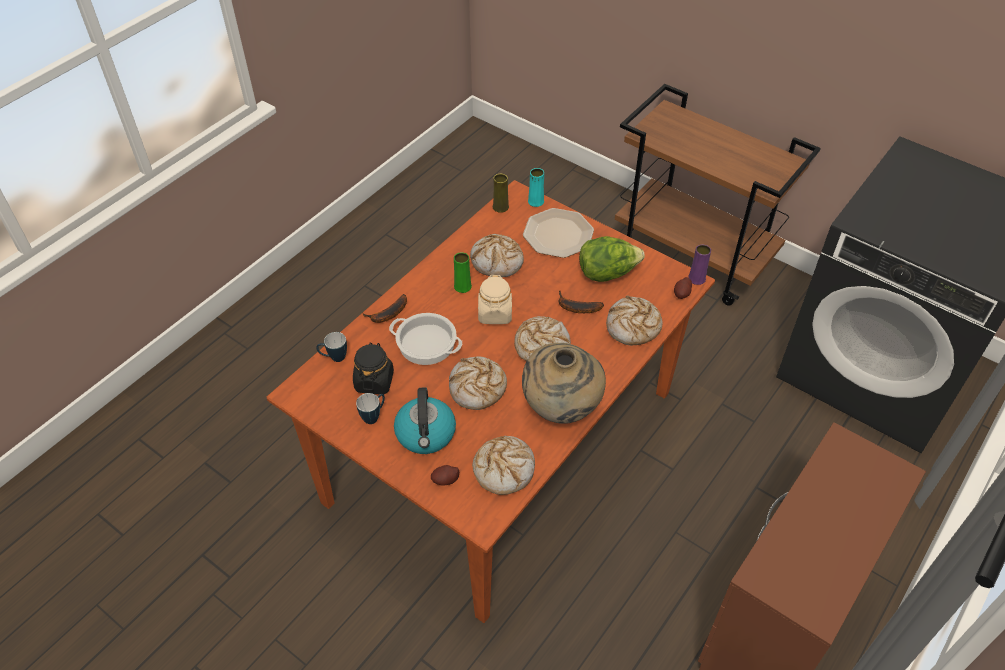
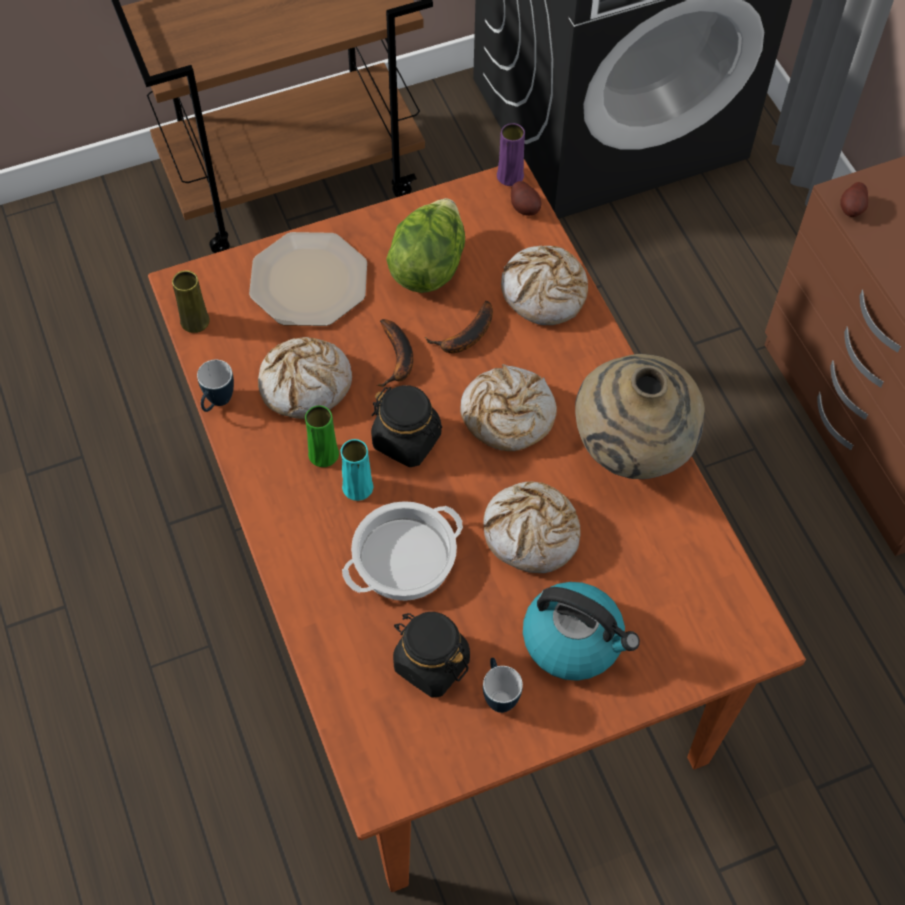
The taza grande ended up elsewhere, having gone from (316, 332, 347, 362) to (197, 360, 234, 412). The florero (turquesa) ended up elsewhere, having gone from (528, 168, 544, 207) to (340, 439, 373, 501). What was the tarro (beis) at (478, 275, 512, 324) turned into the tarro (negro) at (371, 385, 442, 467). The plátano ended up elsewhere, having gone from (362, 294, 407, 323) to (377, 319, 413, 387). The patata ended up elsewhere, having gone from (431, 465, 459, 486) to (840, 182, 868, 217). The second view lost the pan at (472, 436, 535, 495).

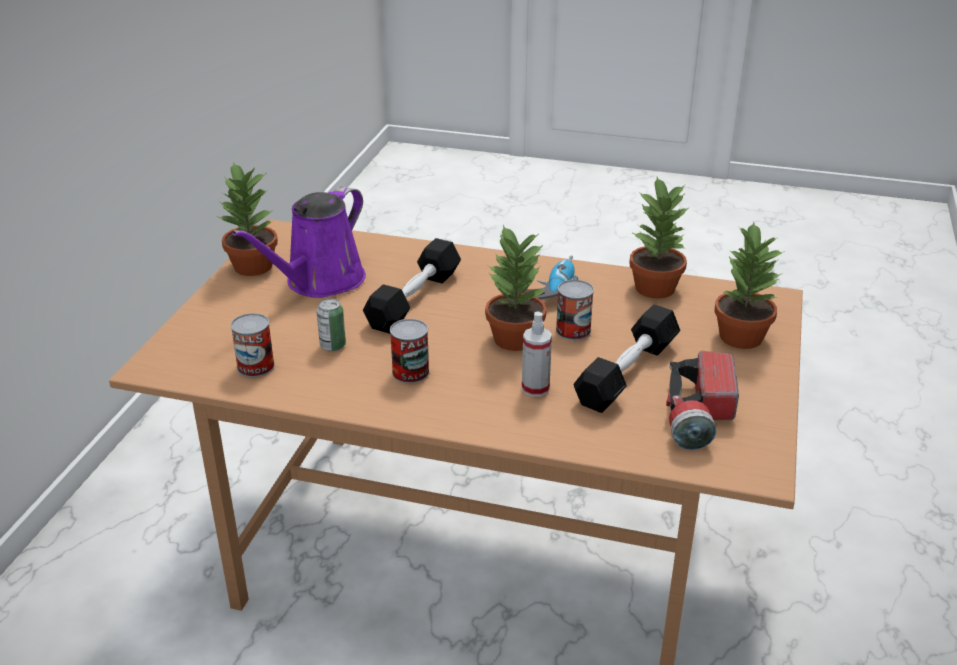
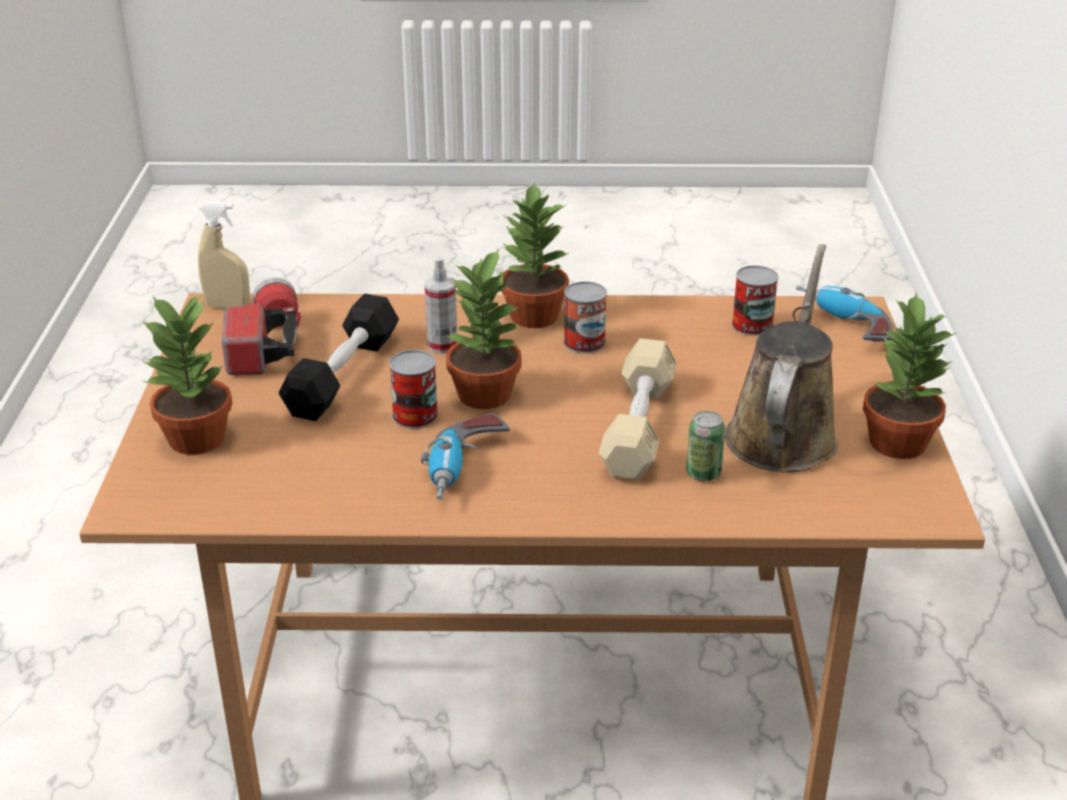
The second view gained the pulverizador (beis) at (198, 202, 250, 309). The planta en maceta ended up elsewhere, having gone from (629, 177, 690, 299) to (501, 182, 569, 328). What was the mancuerna (negro) at (363, 238, 461, 334) turned into the mancuerna (beis) at (599, 338, 677, 480). The lata ended up elsewhere, having gone from (316, 298, 346, 351) to (686, 411, 725, 481). What was the regadera (morado) at (232, 186, 366, 298) turned into the regadera (marrón) at (725, 244, 838, 472). The second view gained the taladro at (796, 285, 893, 342).

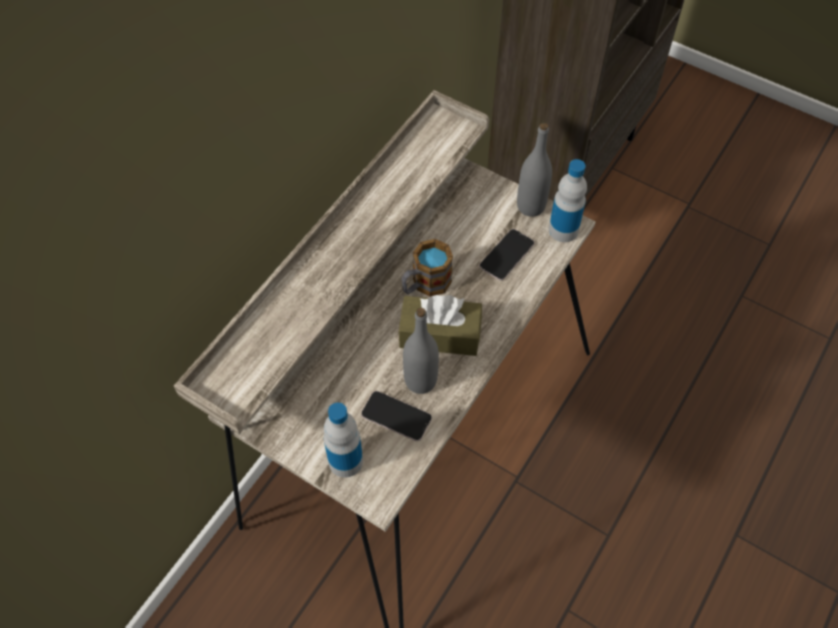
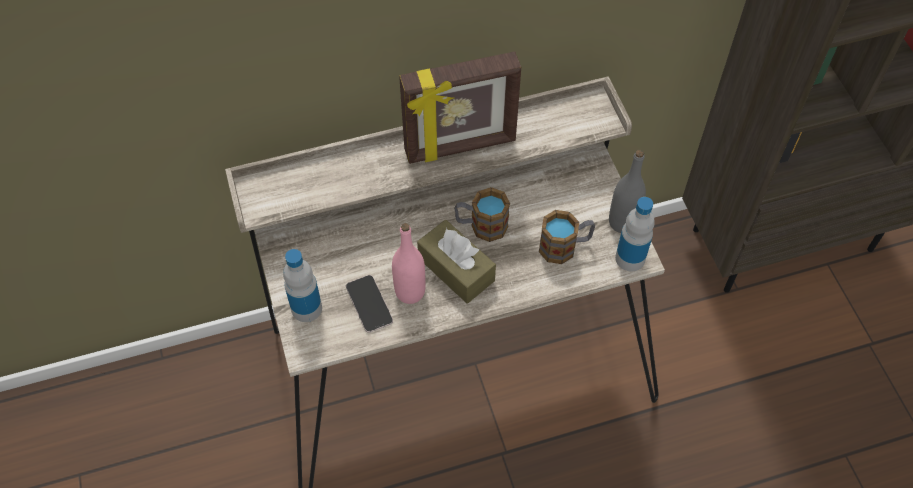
What was the botella (gris) at (403, 308, 439, 394) turned into the botella (rosa) at (392, 223, 426, 304). The second view gained the portarretratos at (399, 51, 521, 164). Where the móvil stood at (479, 229, 535, 281), the taza grande came to stand at (539, 210, 595, 264).

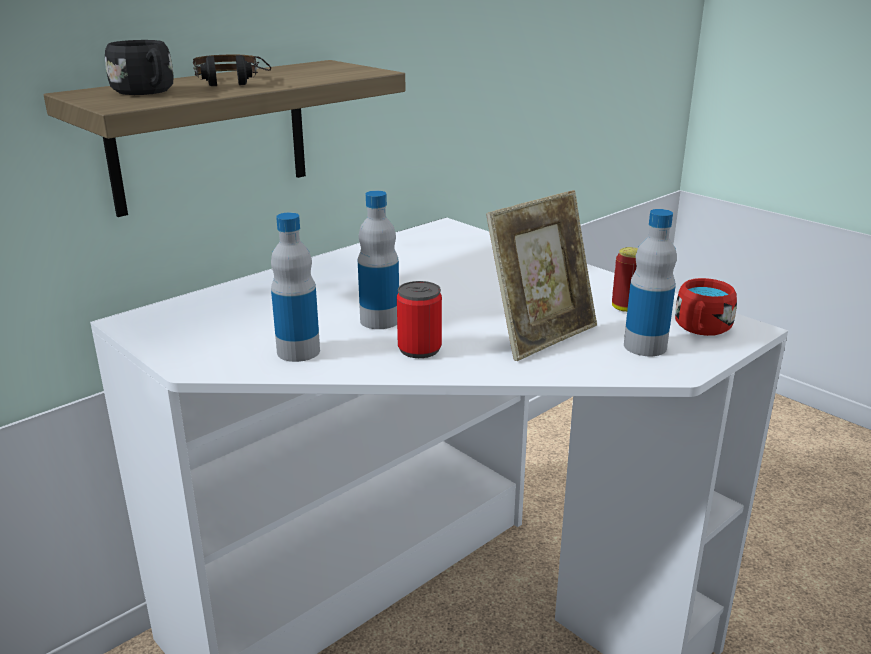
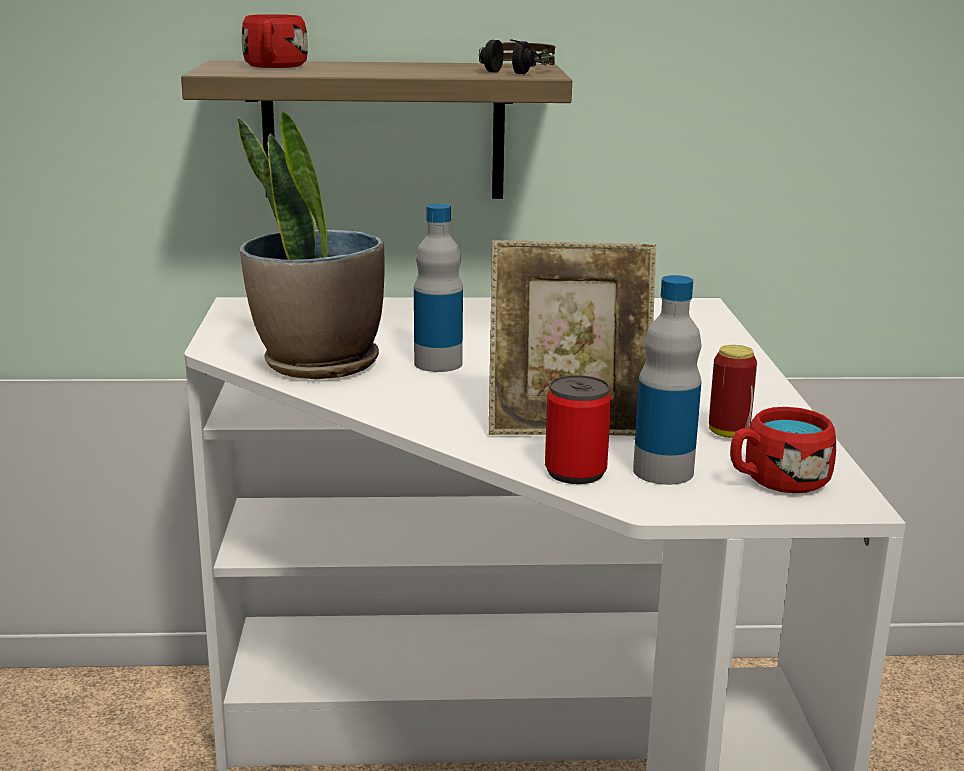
Where the botella stood at (271, 213, 320, 362), the planta en maceta came to stand at (238, 111, 385, 379). What was the taza grande (negro) at (105, 40, 174, 95) turned into the taza grande (rojo) at (242, 14, 308, 68). The auriculares ended up elsewhere, having gone from (193, 55, 271, 86) to (478, 39, 555, 74). The lata ended up elsewhere, having gone from (397, 281, 442, 358) to (545, 375, 611, 484).

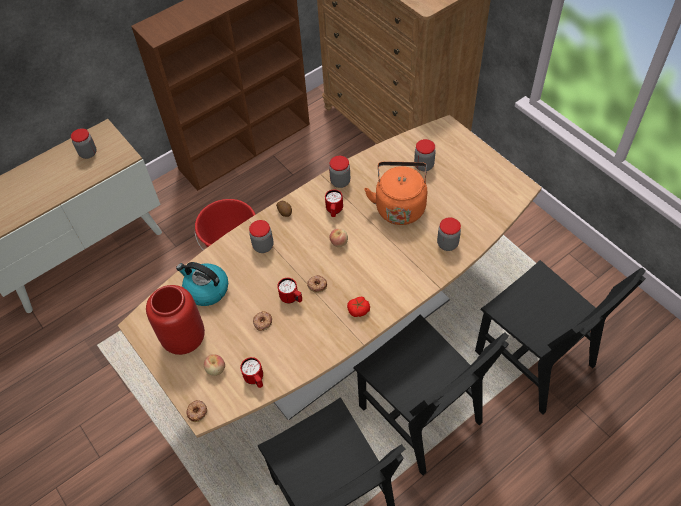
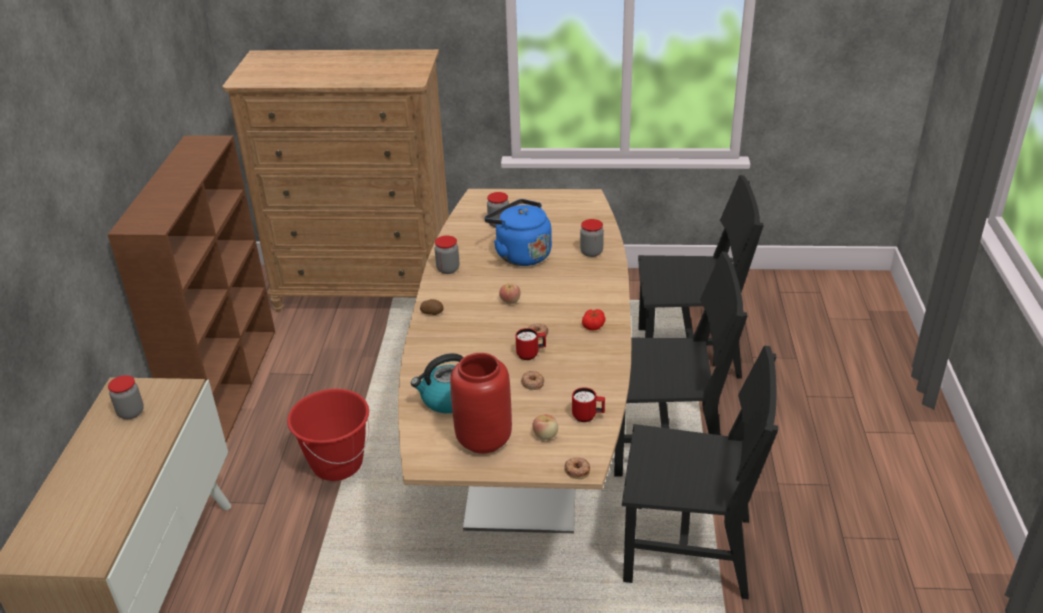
What was the hervidor (naranja) at (364, 162, 427, 225) turned into the hervidor (azul) at (484, 199, 552, 266). The second view lost the tarro at (249, 220, 273, 253). The second view lost the taza grande (rojo) at (325, 189, 343, 217).

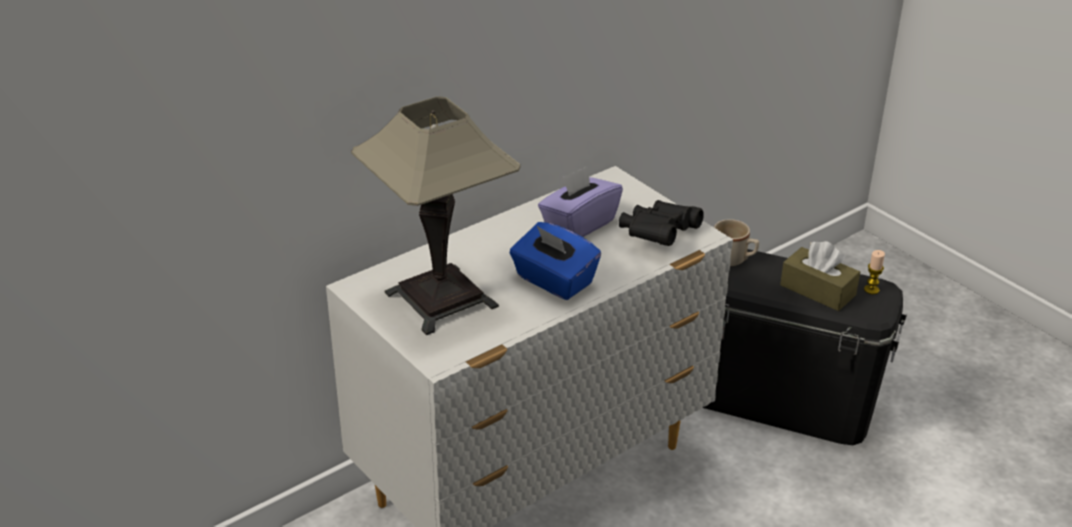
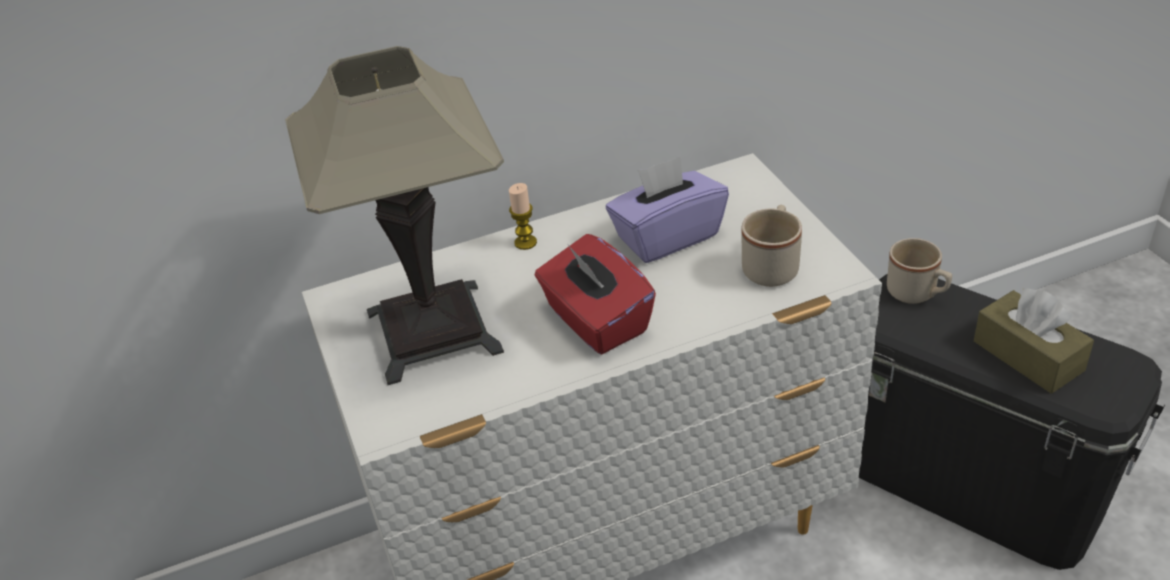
The vela ended up elsewhere, having gone from (864, 250, 885, 294) to (509, 183, 537, 250). What was the caja de pañuelos (azul) at (509, 222, 601, 300) turned into the caja de pañuelos (rojo) at (535, 234, 656, 354). Where the prismáticos (negro) stood at (619, 200, 704, 246), the taza grande (beis) came to stand at (741, 205, 802, 287).

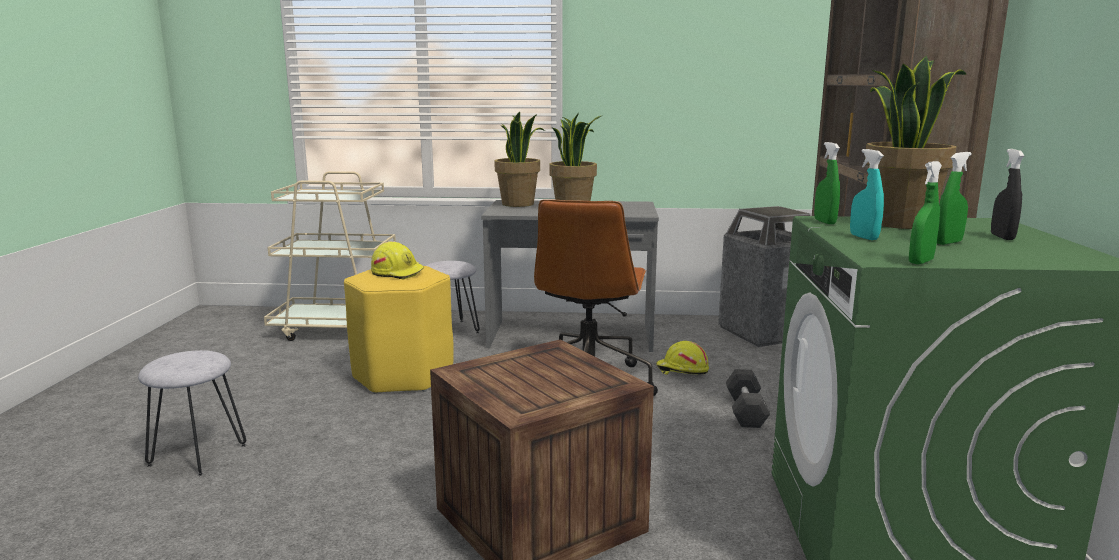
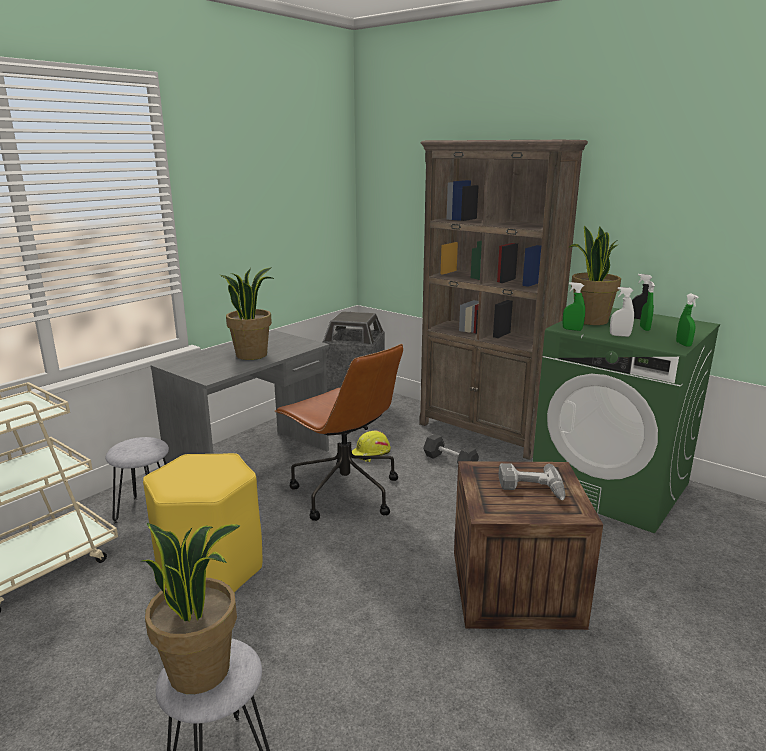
The planta en maceta ended up elsewhere, having gone from (494, 112, 545, 207) to (140, 523, 240, 694). The second view gained the taladro at (499, 463, 566, 500). What was the pulverizador (turquesa) at (850, 149, 884, 240) turned into the pulverizador (blanco) at (610, 287, 634, 337). The second view lost the casco (amarillo) at (371, 242, 424, 279).

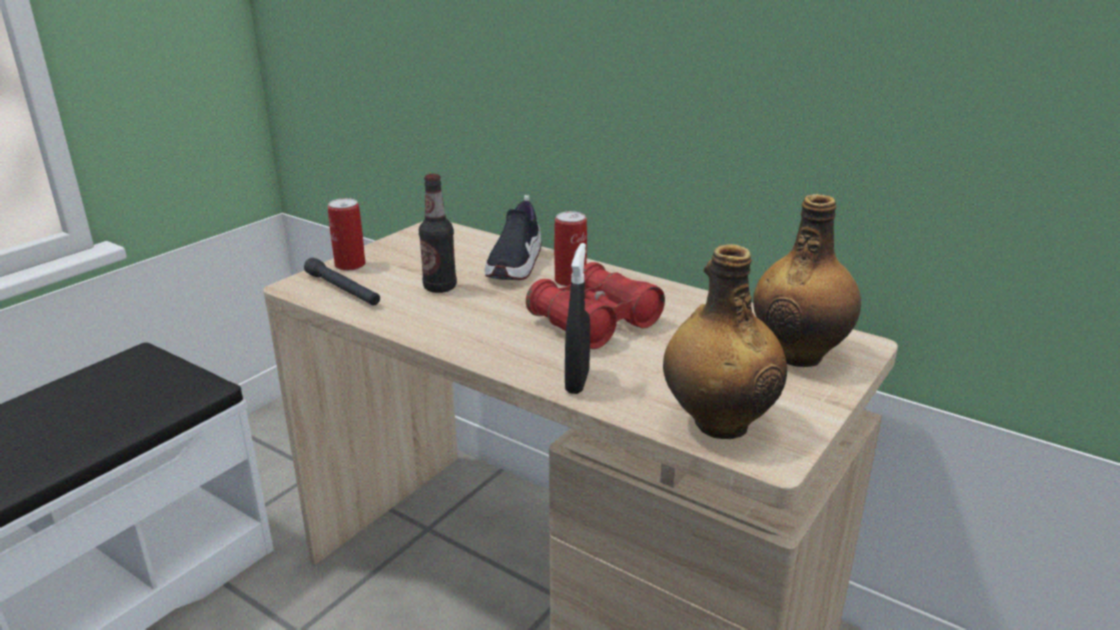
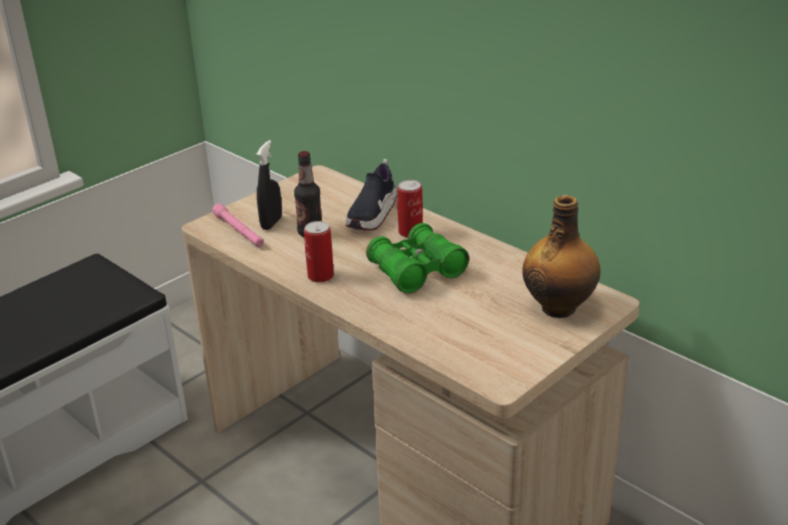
What was the linterna (negro) at (304, 258, 380, 306) turned into the linterna (rosa) at (212, 204, 264, 247). The pulverizador (negro) ended up elsewhere, having gone from (565, 243, 590, 394) to (256, 140, 282, 230). The lata ended up elsewhere, having gone from (327, 198, 366, 271) to (304, 221, 334, 283). What was the prismáticos (rojo) at (526, 262, 665, 349) turned into the prismáticos (verde) at (366, 223, 469, 294). The second view lost the botella at (663, 244, 787, 439).

